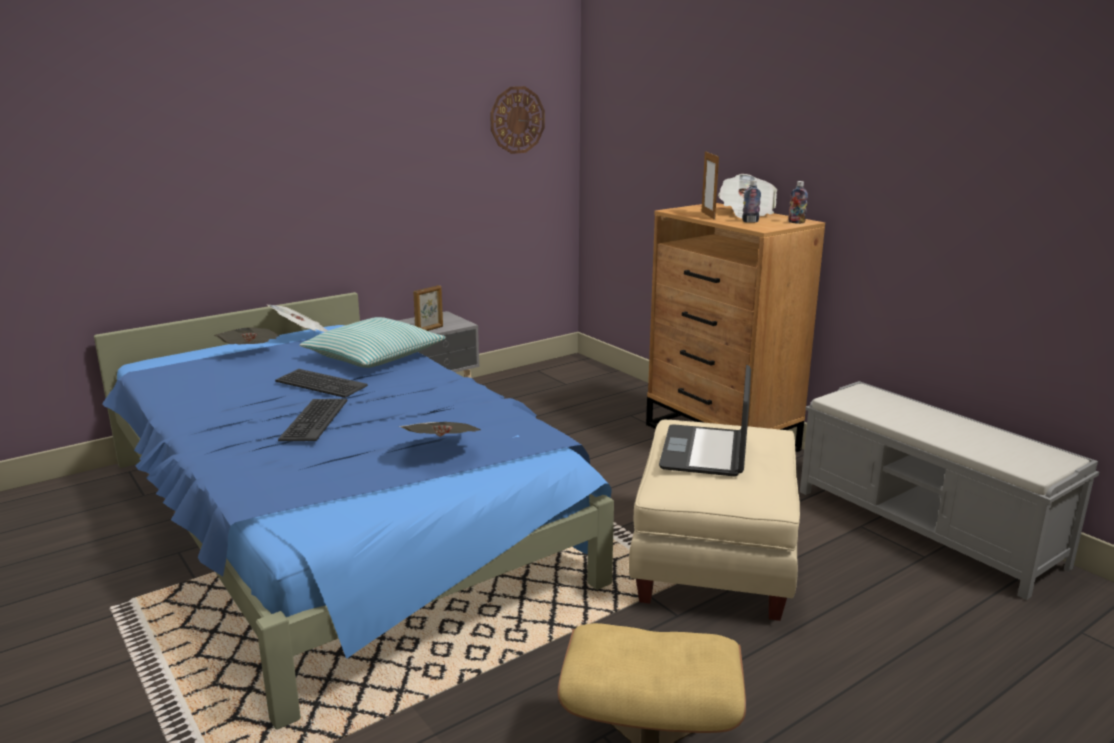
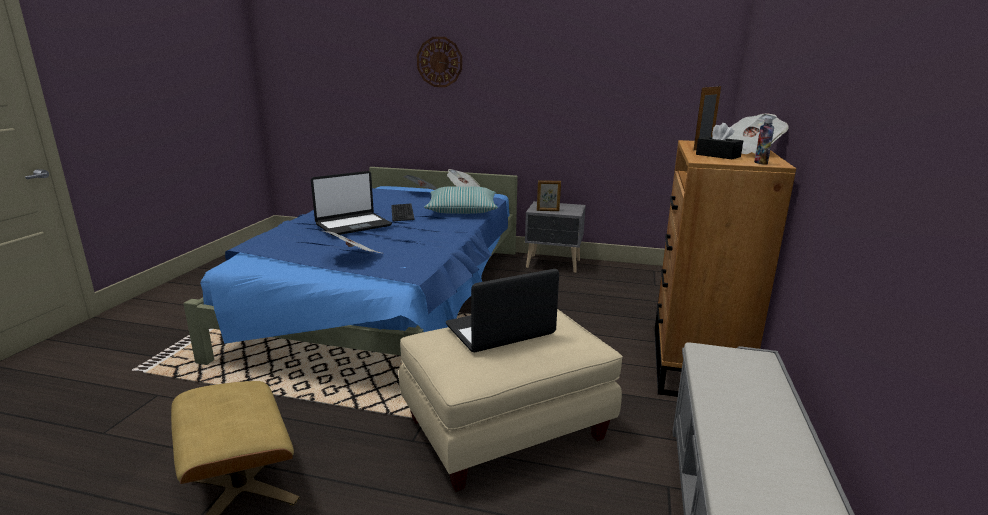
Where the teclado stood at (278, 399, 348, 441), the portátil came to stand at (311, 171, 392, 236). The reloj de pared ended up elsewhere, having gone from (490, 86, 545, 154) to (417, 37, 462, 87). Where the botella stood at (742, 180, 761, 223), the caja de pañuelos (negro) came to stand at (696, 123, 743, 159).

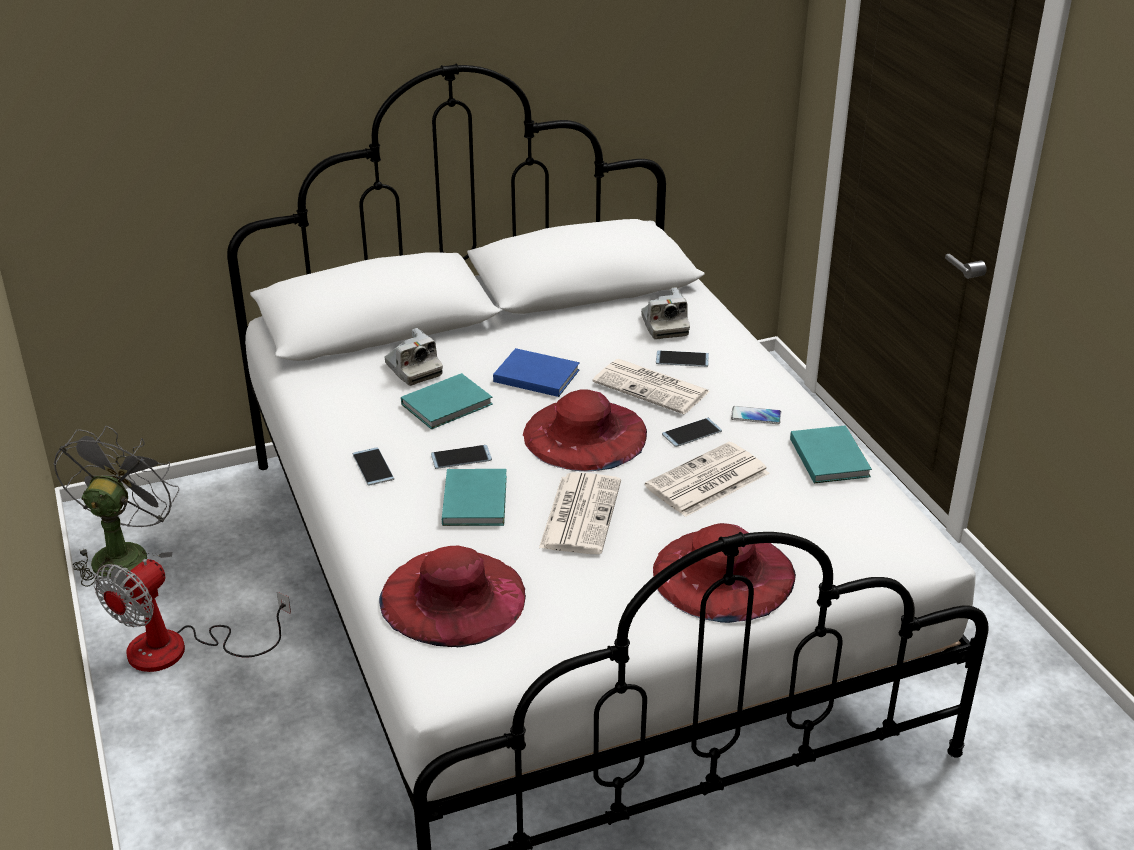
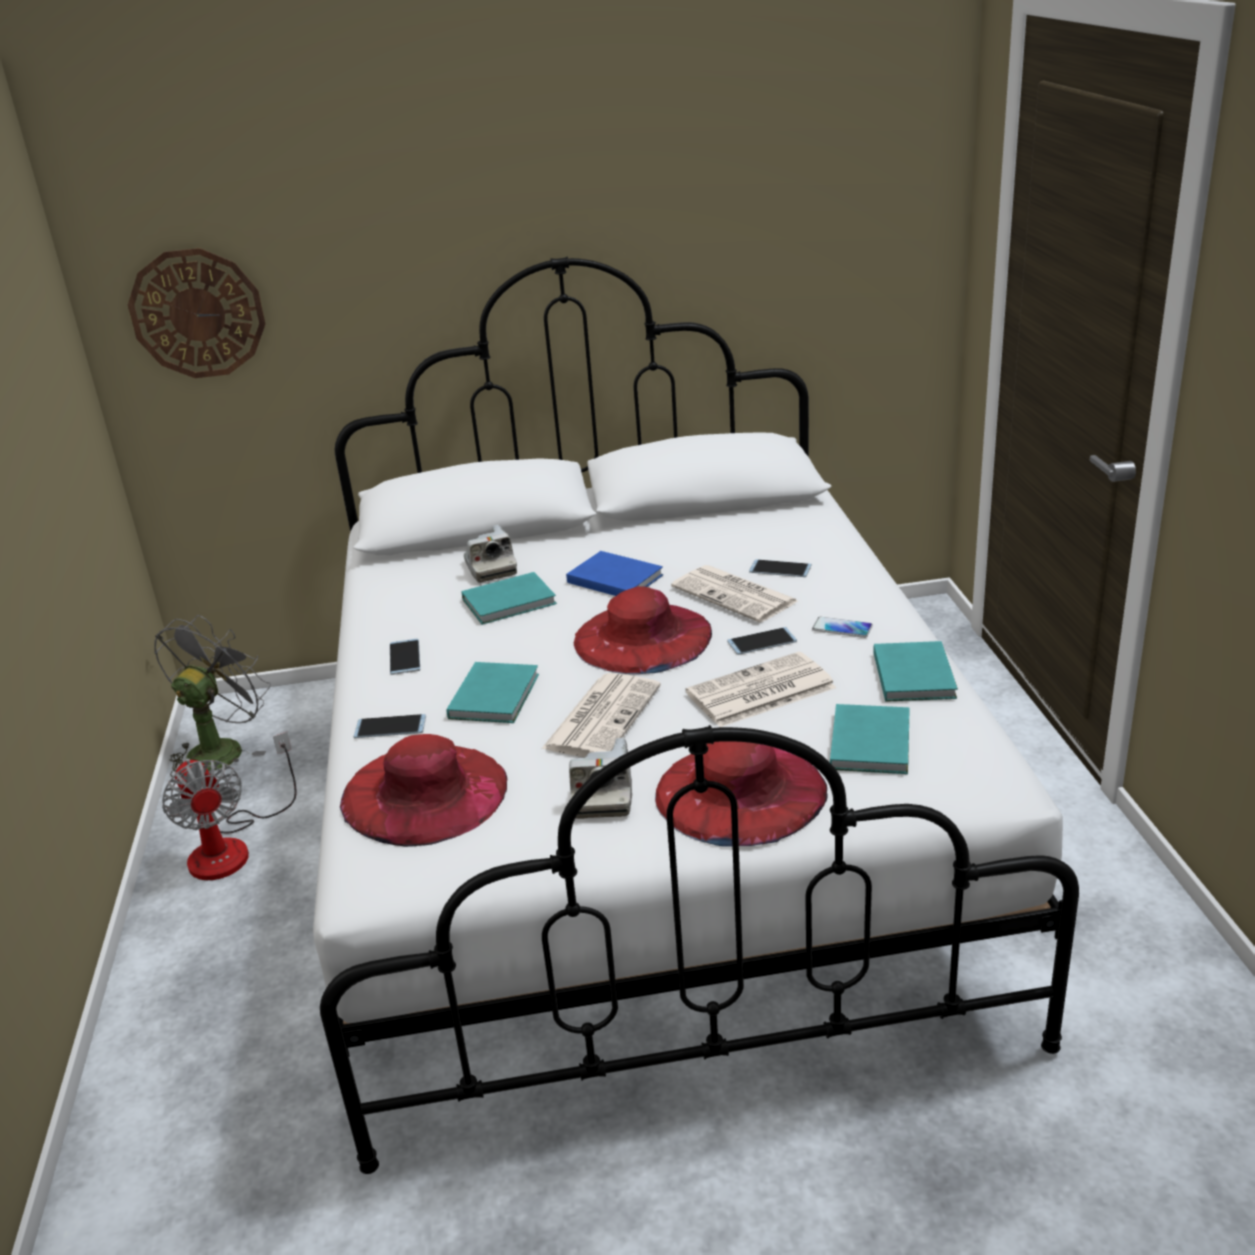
The second view gained the reloj de pared at (128, 248, 266, 378). The ventilador at (94, 559, 291, 672) ended up facing another way, 75 degrees counterclockwise from before. The móvil ended up elsewhere, having gone from (431, 445, 492, 469) to (354, 714, 426, 738). The cámara ended up elsewhere, having gone from (641, 287, 690, 339) to (569, 738, 632, 819). The second view gained the libro (turquesa) at (830, 704, 910, 774).

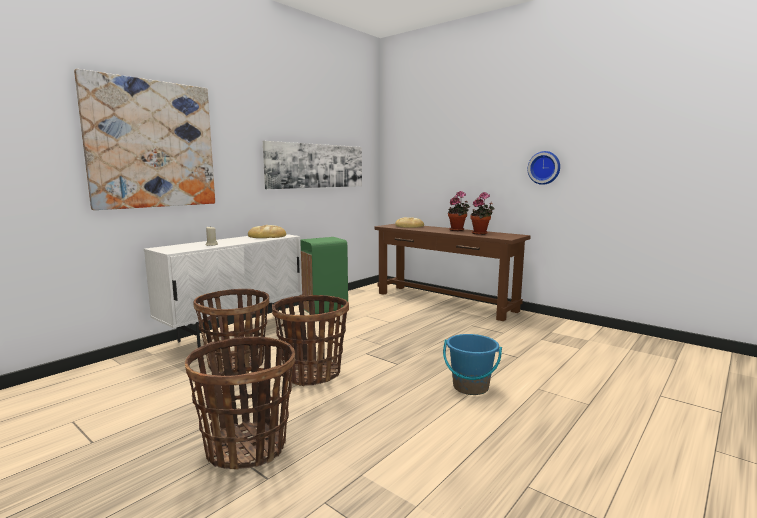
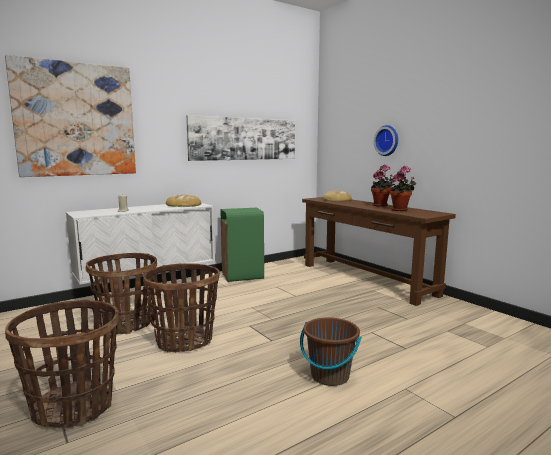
What was the cubo (azul) at (443, 334, 502, 395) turned into the cubo (marrón) at (300, 317, 361, 386). The reloj de pared ended up elsewhere, having gone from (528, 151, 560, 185) to (374, 125, 398, 156).

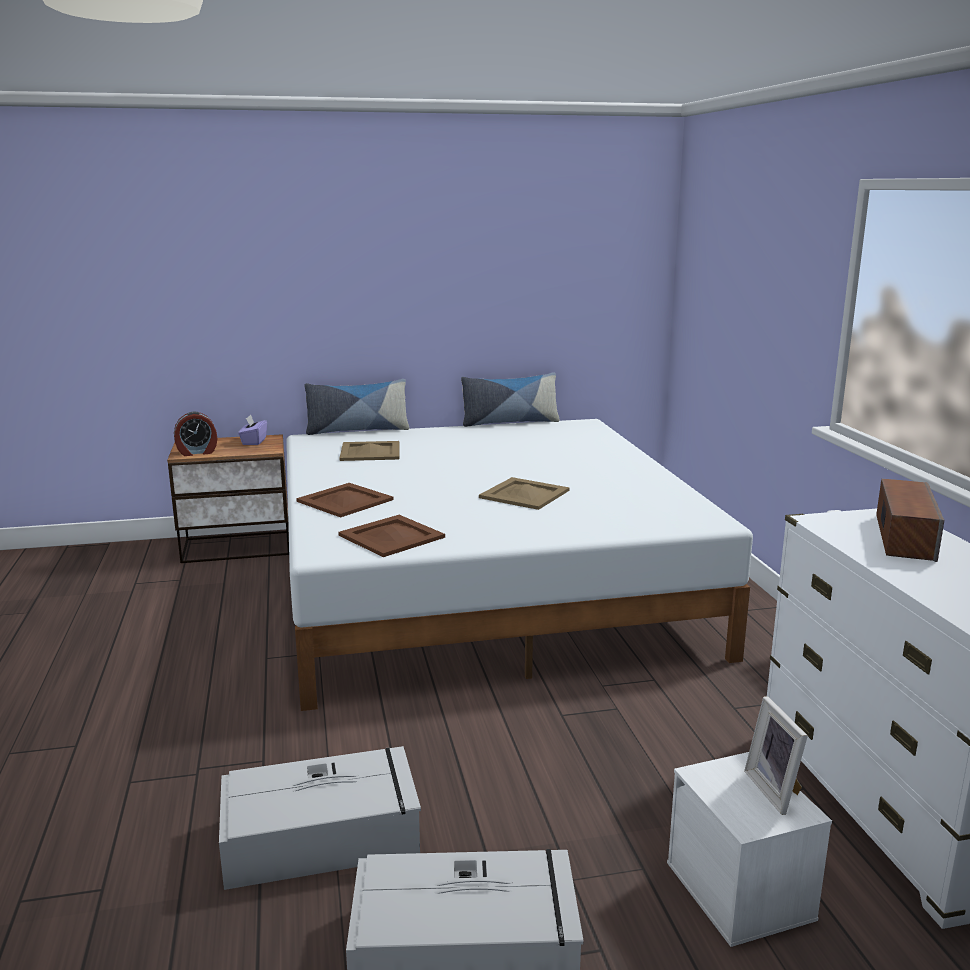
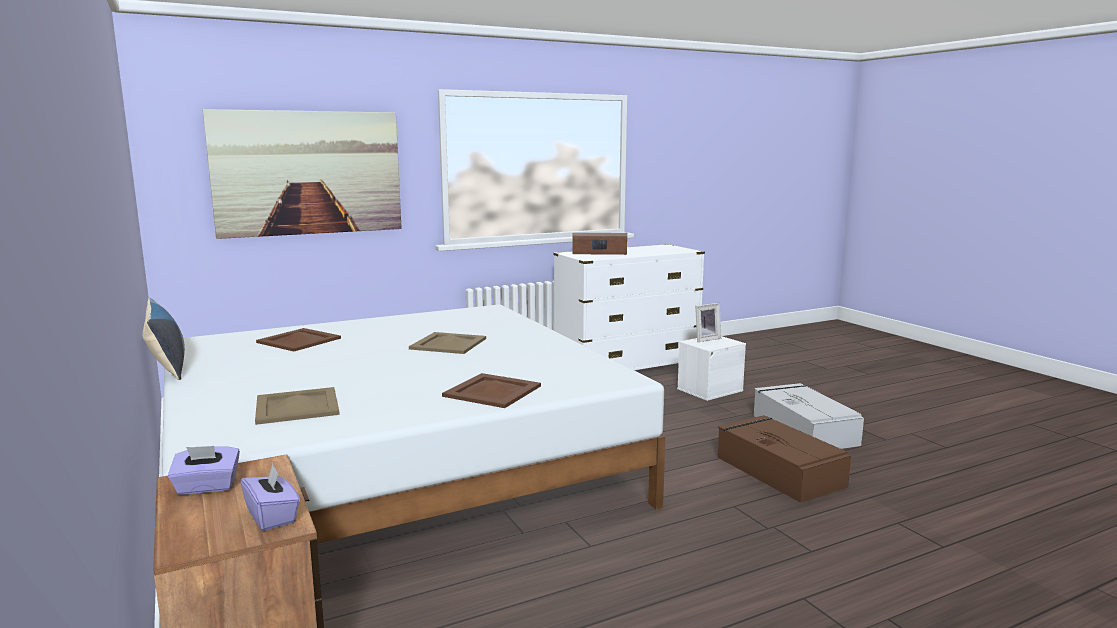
The second view gained the cuadro at (203, 109, 402, 239). Where the despertador stood at (174, 412, 217, 456), the caja de pañuelos (morado) came to stand at (241, 463, 300, 531). The bandeja (marrón) ended up elsewhere, having gone from (338, 515, 445, 557) to (256, 328, 341, 352). What was the caja de almacenaje (gris) at (219, 746, 421, 890) turned into the caja de almacenaje (marrón) at (718, 415, 851, 503). The second view lost the cojín at (304, 379, 409, 435).

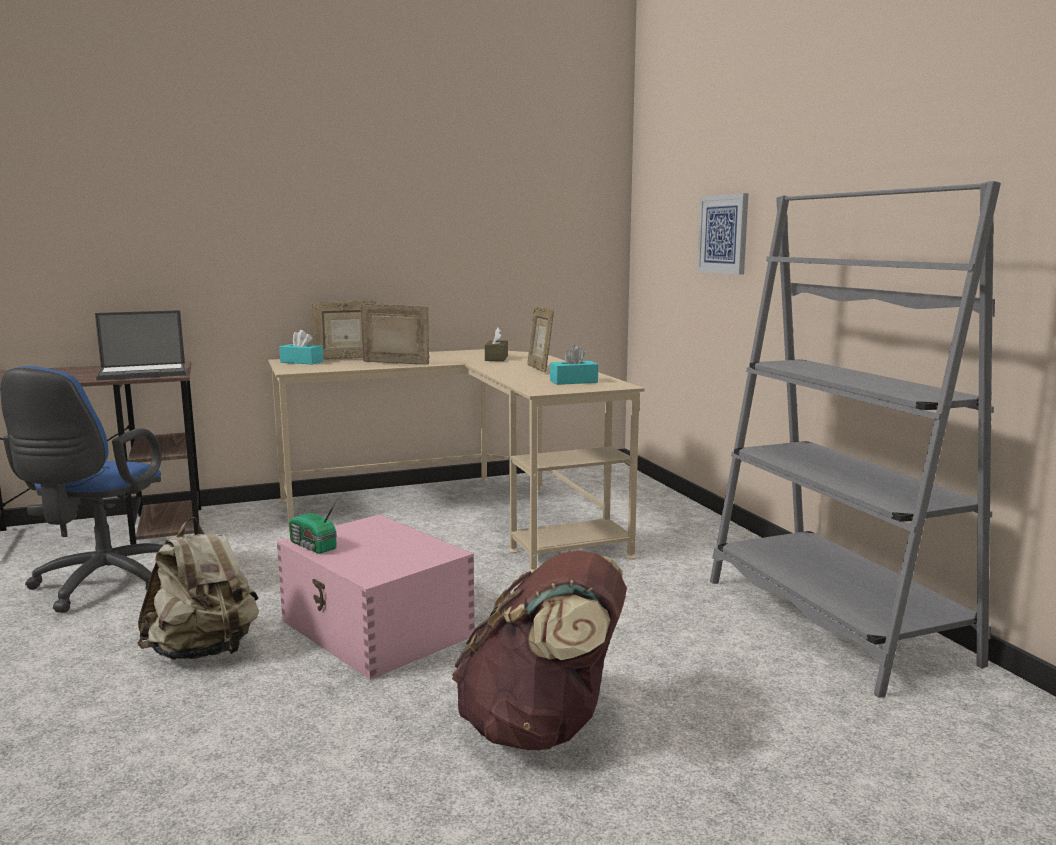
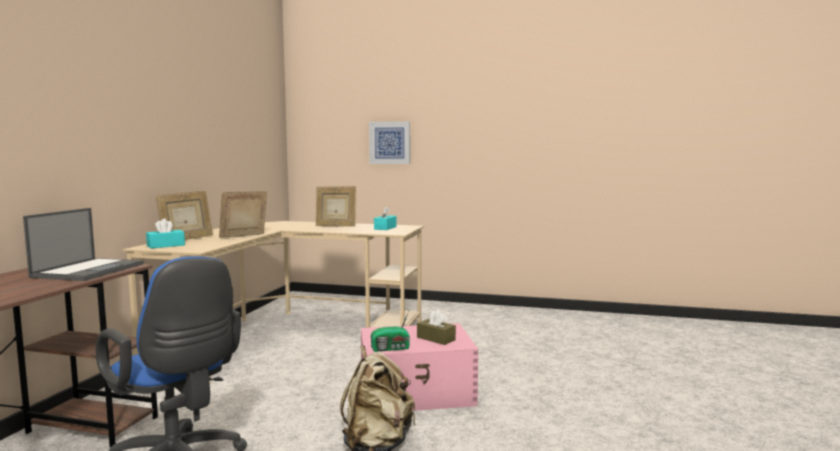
The caja de pañuelos (marrón) ended up elsewhere, having gone from (485, 328, 508, 361) to (417, 309, 456, 345). The second view lost the mochila (marrón) at (452, 550, 627, 750). The second view lost the estantería (gris) at (710, 181, 1001, 697).

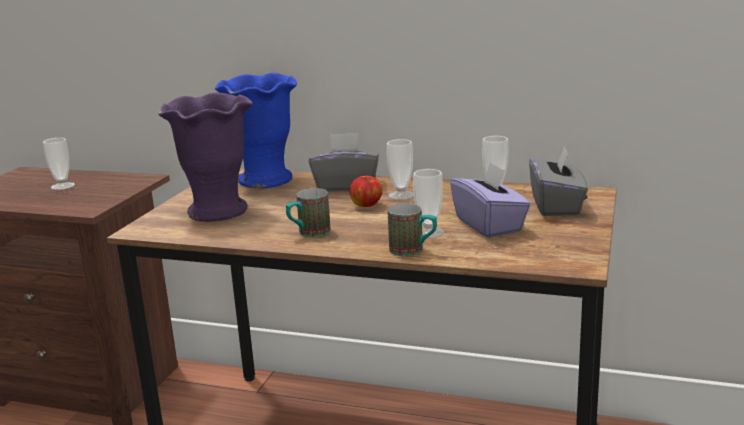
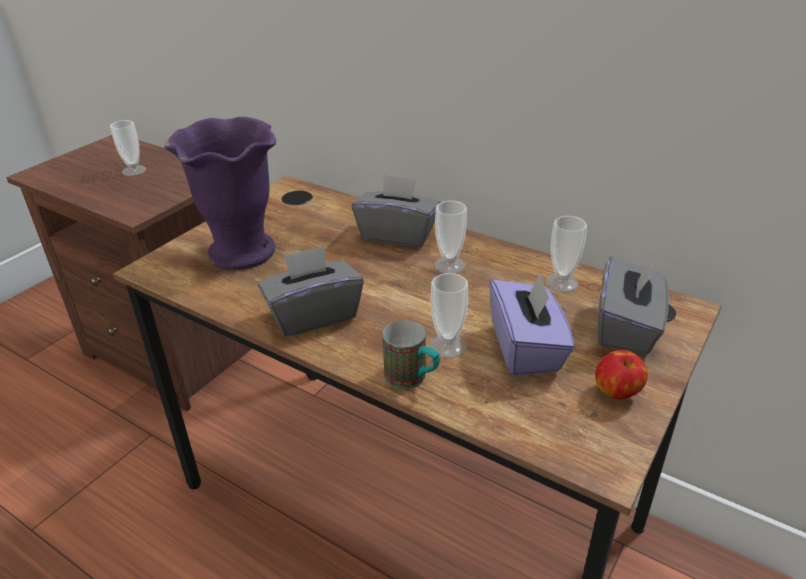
Where the taza grande stood at (286, 188, 331, 237), the caja de pañuelos (gris) came to stand at (258, 246, 364, 337). The manzana ended up elsewhere, having gone from (350, 175, 383, 207) to (595, 350, 648, 399). The second view lost the florero (azul) at (215, 73, 297, 188).

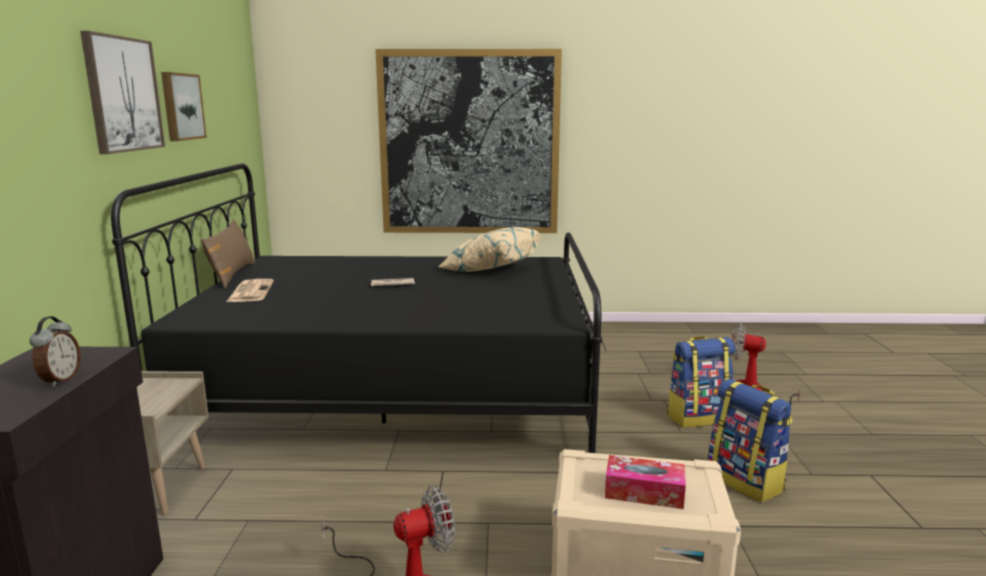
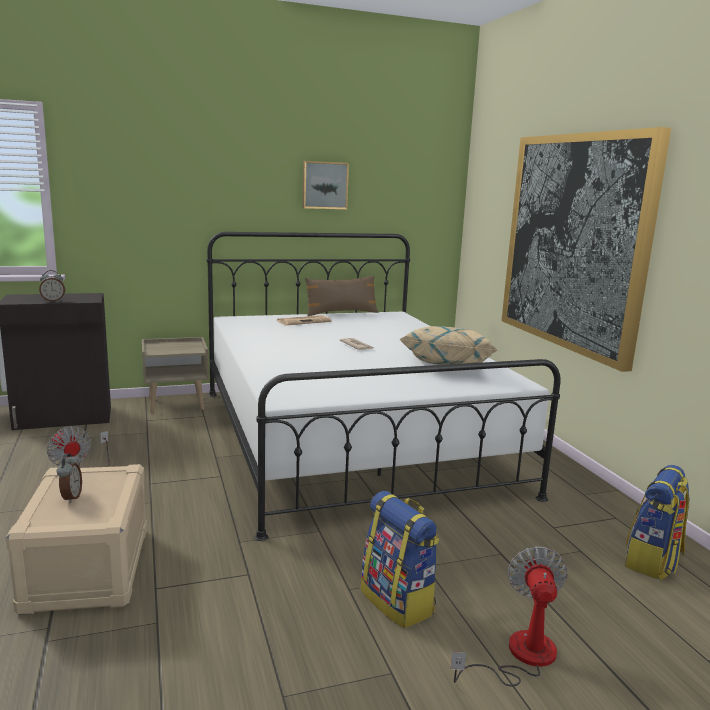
Where the caja de pañuelos stood at (605, 455, 686, 509), the despertador came to stand at (57, 453, 82, 503). What was the cama (negro) at (111, 163, 602, 453) turned into the cama (blanco) at (207, 232, 561, 541). The mochila ended up elsewhere, having gone from (708, 379, 793, 502) to (625, 465, 690, 580). The second view lost the cuadro at (80, 31, 165, 154).

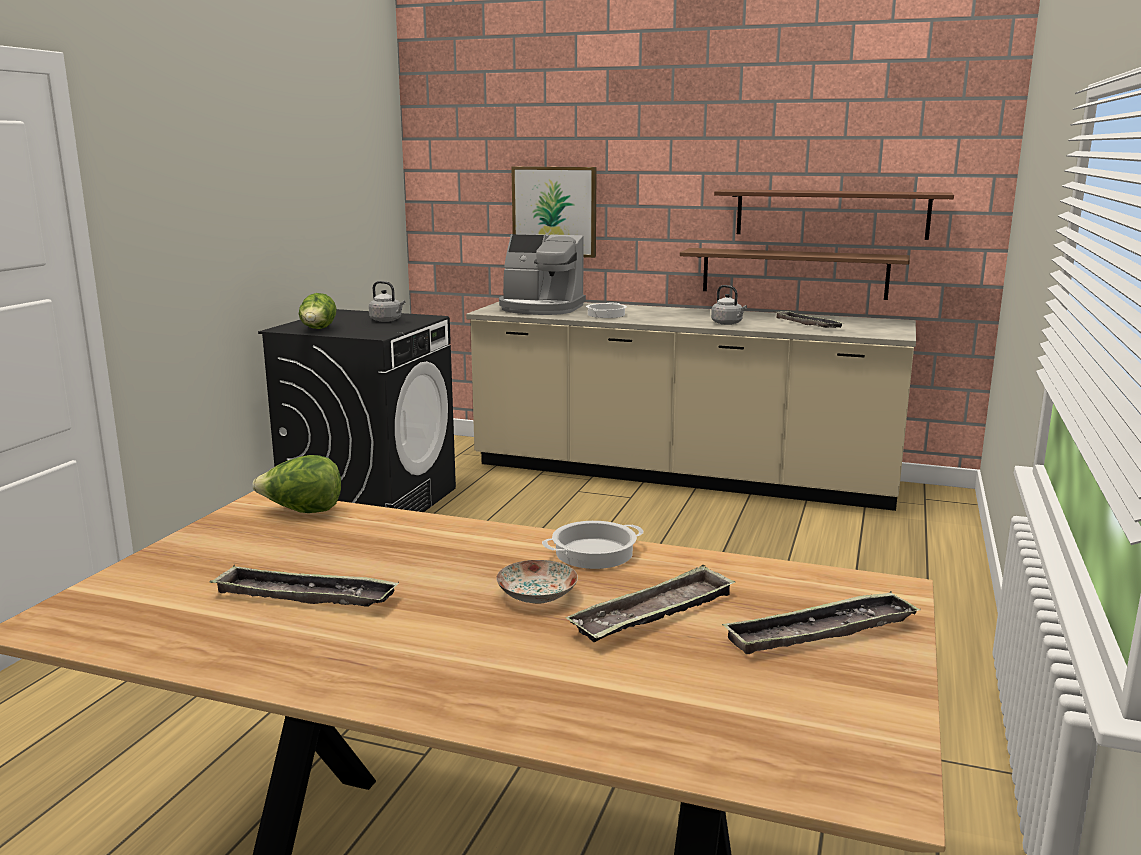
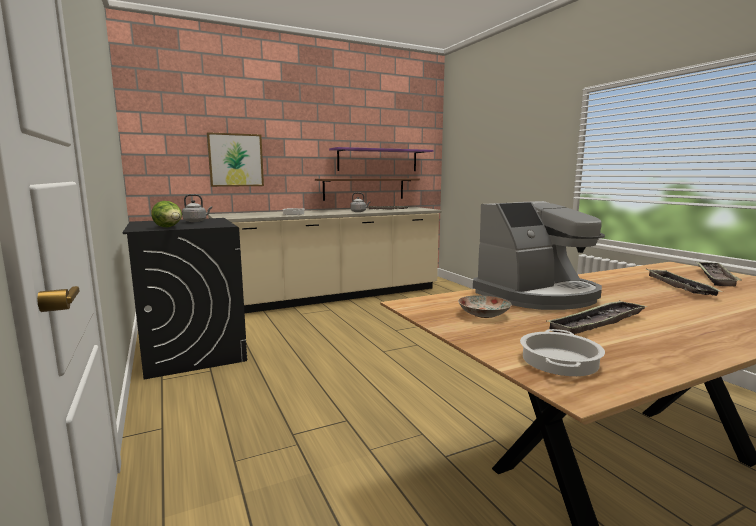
What was the estante (marrón) at (714, 189, 954, 240) turned into the estante (morado) at (329, 147, 433, 171). The plato ended up elsewhere, having gone from (497, 560, 578, 604) to (458, 295, 512, 318). The cafetera ended up elsewhere, having gone from (499, 234, 586, 315) to (473, 201, 605, 310). The olla ended up elsewhere, having gone from (542, 521, 644, 569) to (520, 329, 605, 376). The second view lost the lechuga at (252, 455, 341, 513).

